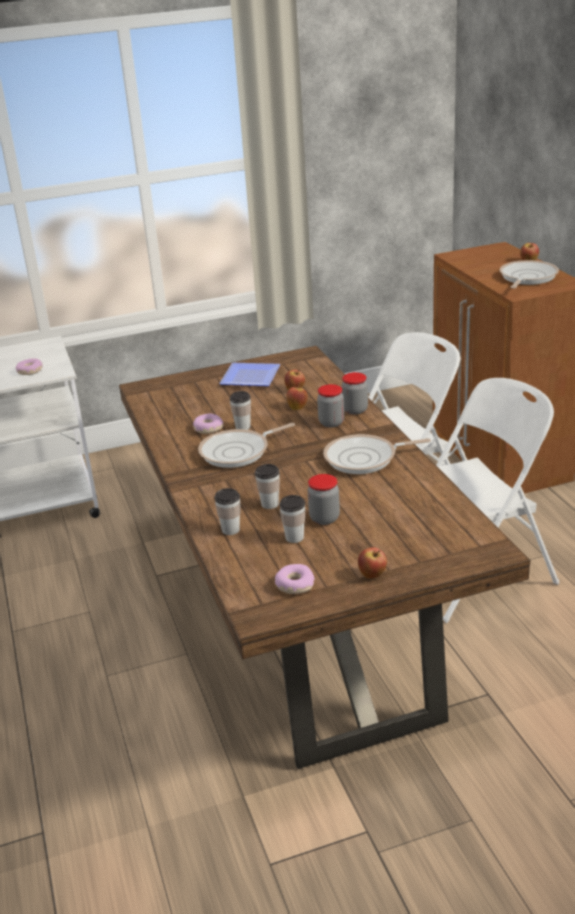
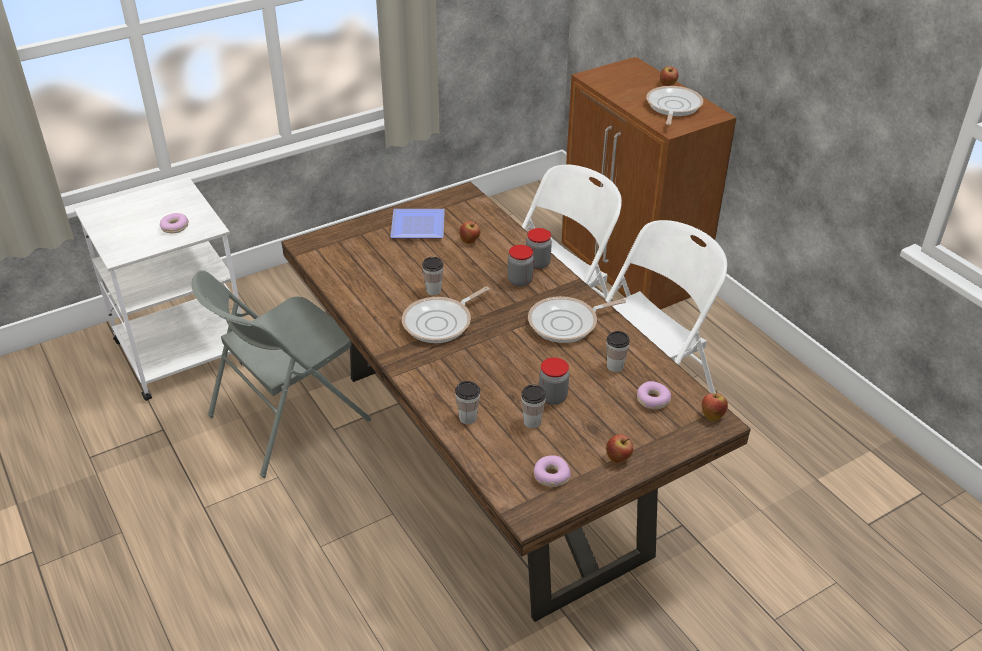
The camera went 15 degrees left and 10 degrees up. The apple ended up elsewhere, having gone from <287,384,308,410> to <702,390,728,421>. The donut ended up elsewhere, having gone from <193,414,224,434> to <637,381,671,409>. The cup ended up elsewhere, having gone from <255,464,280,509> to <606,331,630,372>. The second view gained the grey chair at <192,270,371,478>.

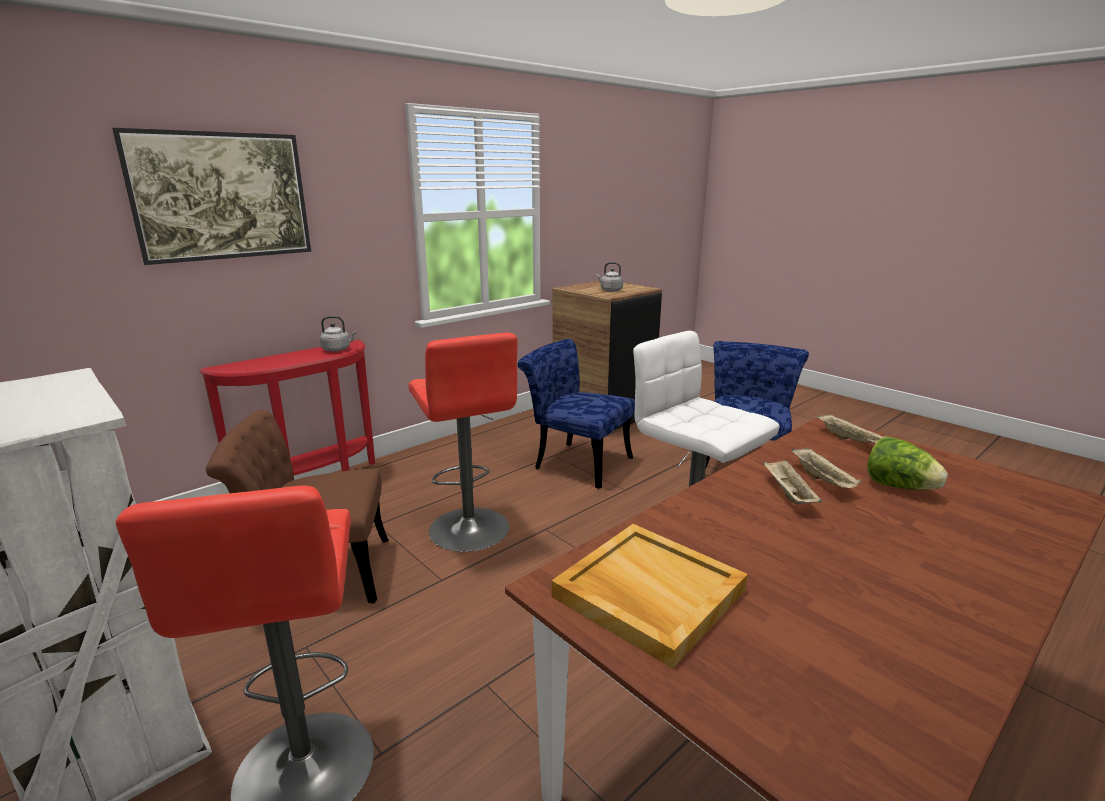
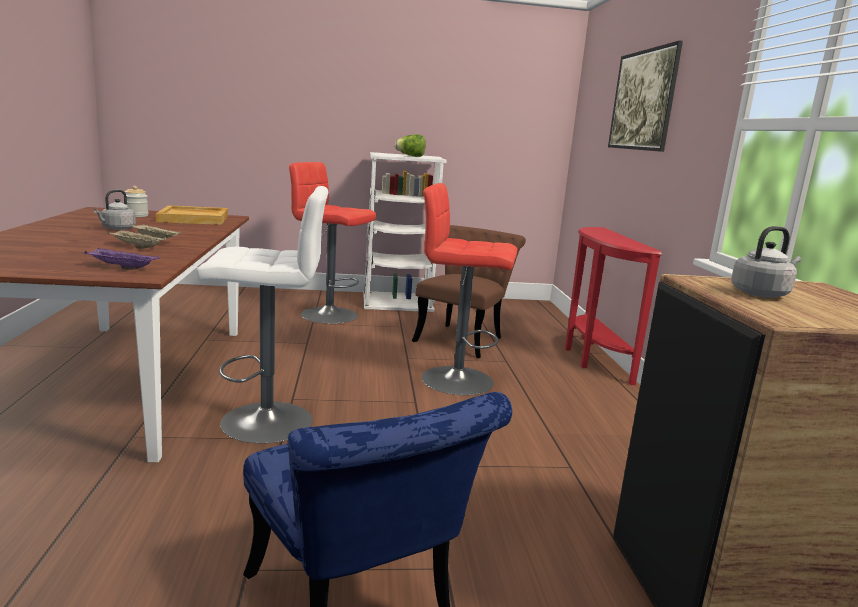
The camera went 125 degrees right and 5 degrees down. The grey kettle ended up elsewhere, having gone from <320,316,357,352> to <94,190,136,230>. The second view lost the blue chair at <518,339,635,489>. What was the beige tray at <817,414,887,444> turned into the purple tray at <84,247,160,270>. The lettuce ended up elsewhere, having gone from <867,437,948,490> to <395,134,426,157>. The second view gained the jar at <123,186,148,217>.

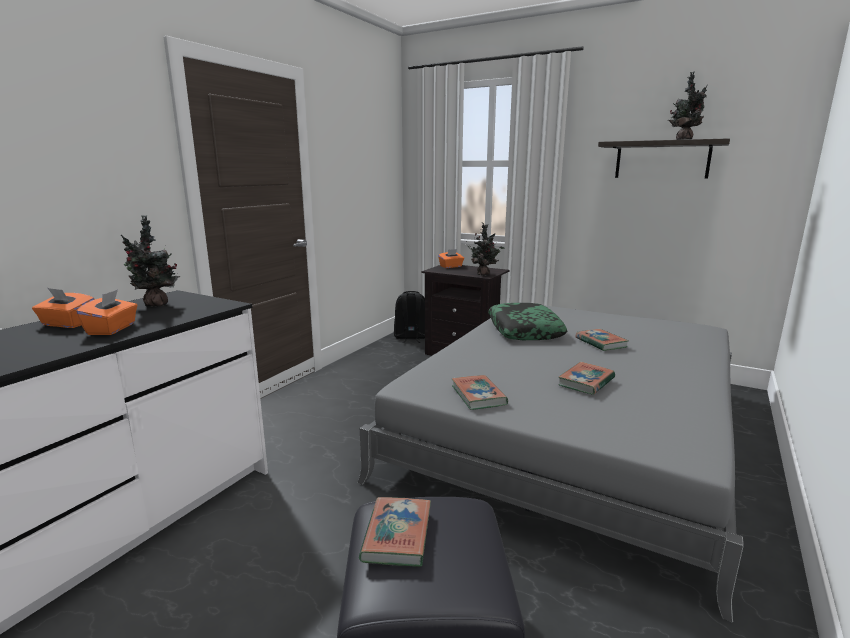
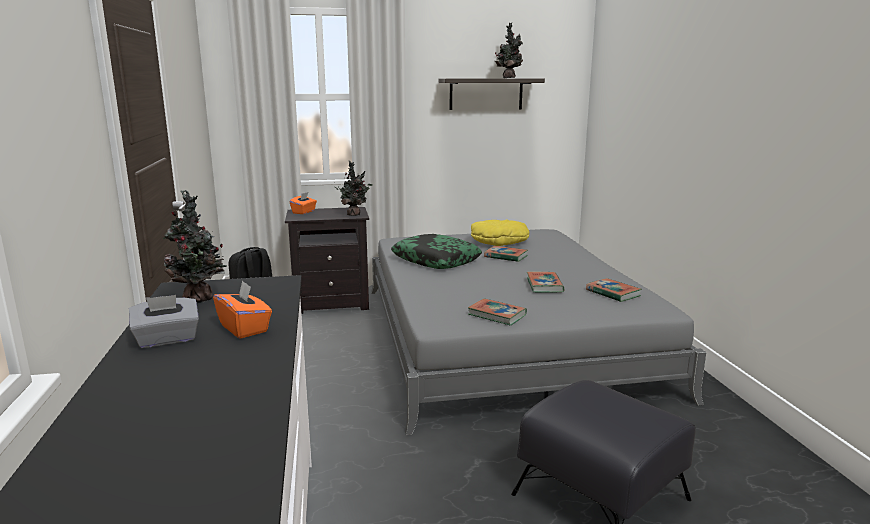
The camera went 40 degrees left and 0 degrees up. What was the orange tissue box at <32,288,95,328> turned into the grey tissue box at <129,295,199,348>. The book ended up elsewhere, having gone from <359,497,431,567> to <586,278,642,302>. The second view gained the yellow pillow at <471,220,529,246>.

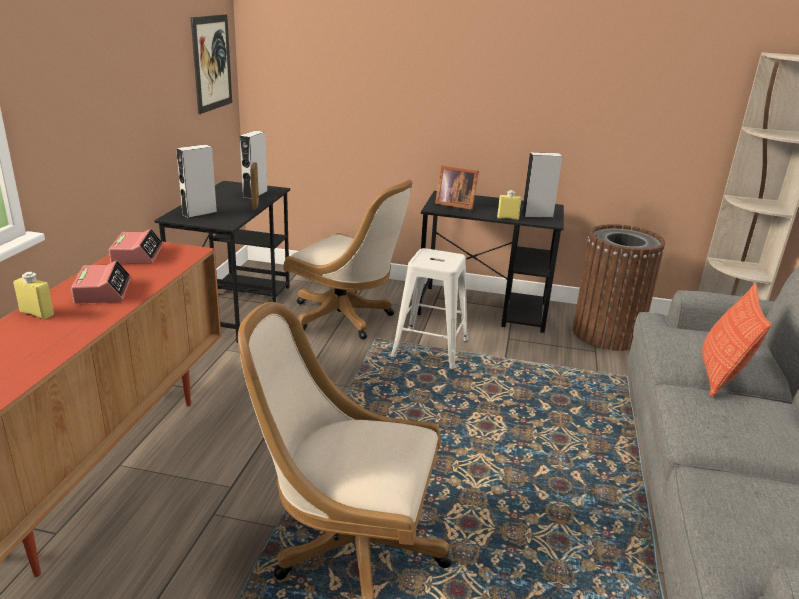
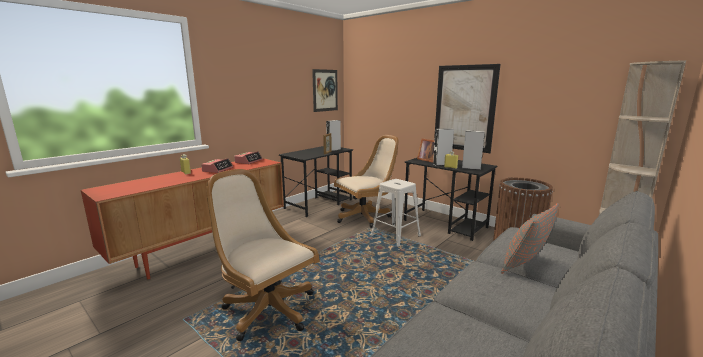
The camera went 30 degrees right and 10 degrees down. The grey speaker ended up elsewhere, having gone from <176,144,217,218> to <433,128,454,166>. The office chair at <283,180,412,339> ended up facing another way, 90 degrees counterclockwise from before. What was the orange pillow at <701,284,772,397> turned into the grey pillow at <501,203,559,274>. The second view gained the picture at <434,64,500,153>.

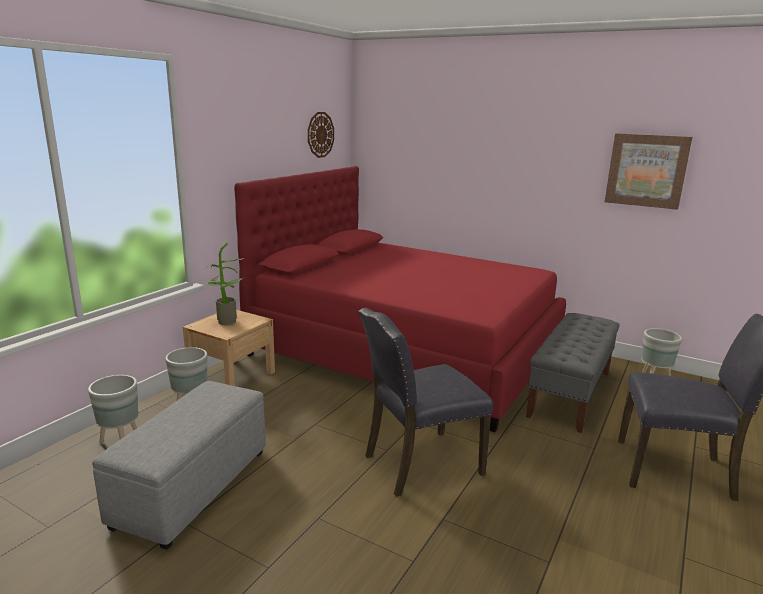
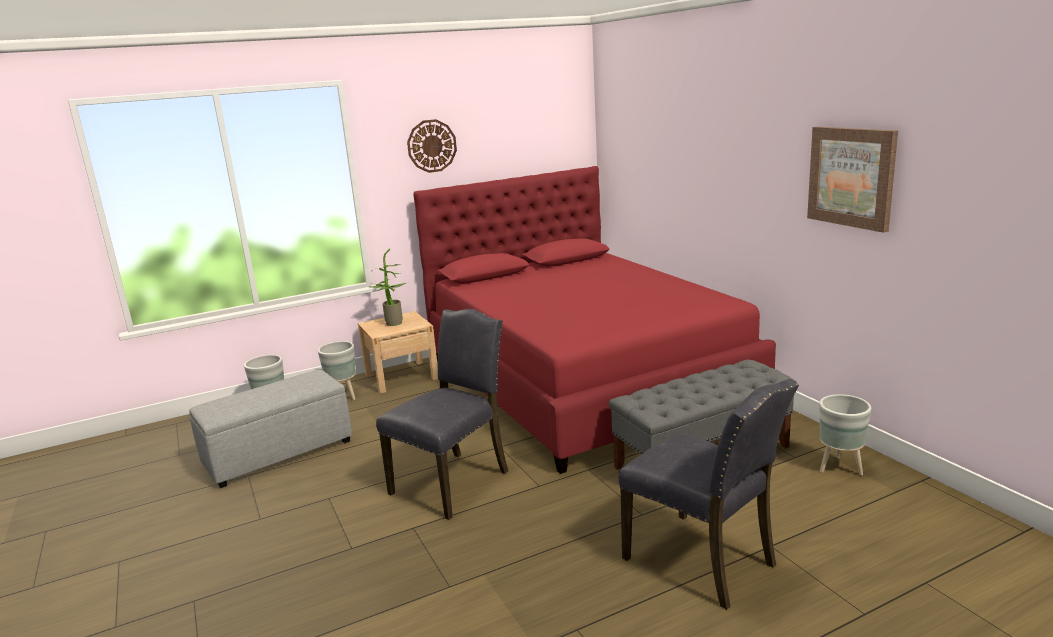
The camera went 35 degrees right and 0 degrees up. The wall clock ended up elsewhere, having gone from <308,112,334,158> to <407,119,457,173>. The grey chair at <358,308,494,497> ended up facing another way, 120 degrees clockwise from before.

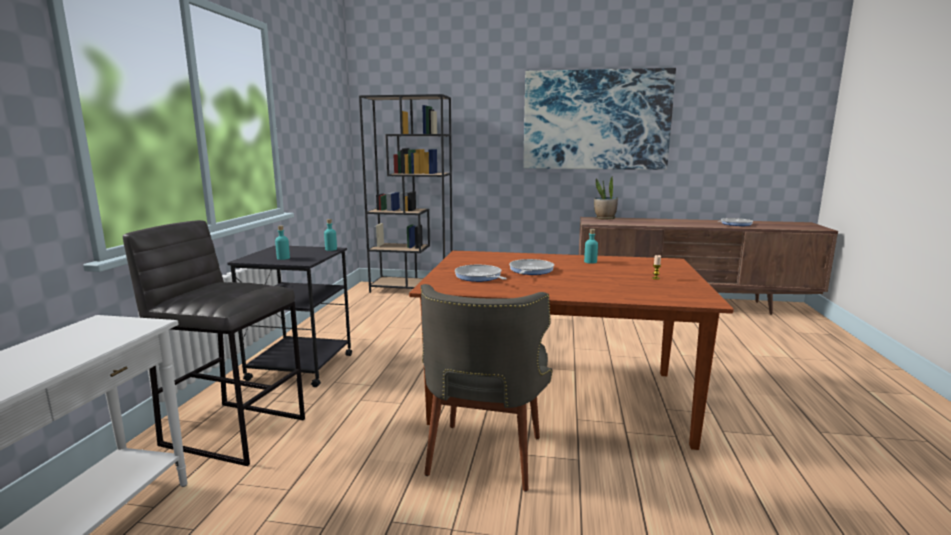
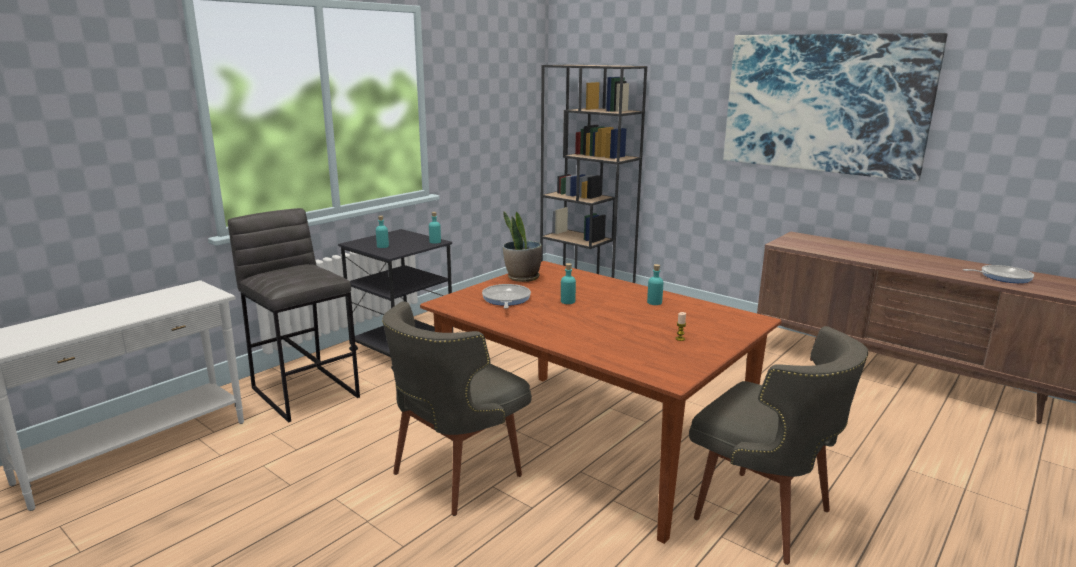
The camera went 30 degrees right and 5 degrees up. The potted plant ended up elsewhere, having gone from <594,177,618,220> to <503,211,542,282>. Where the frying pan stood at <509,259,554,275>, the turquoise bottle came to stand at <561,263,576,304>. The second view gained the grey chair at <689,326,868,565>.

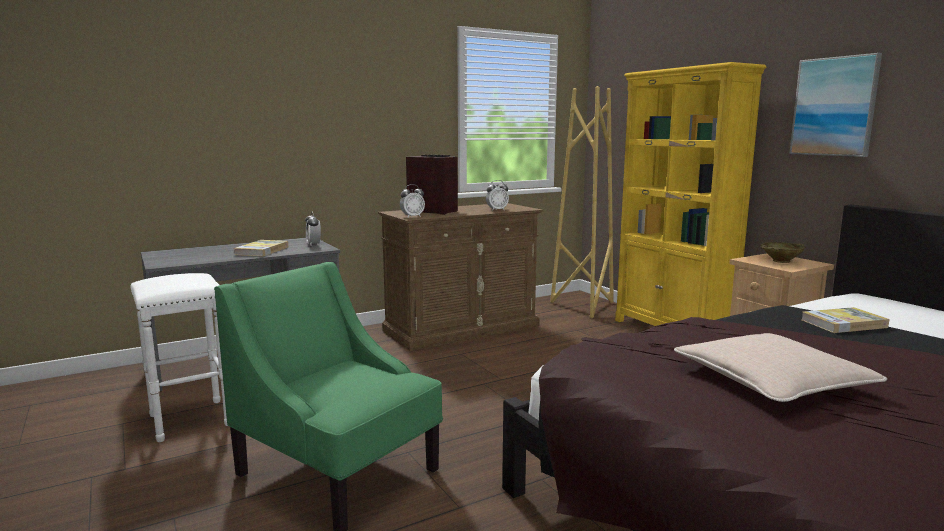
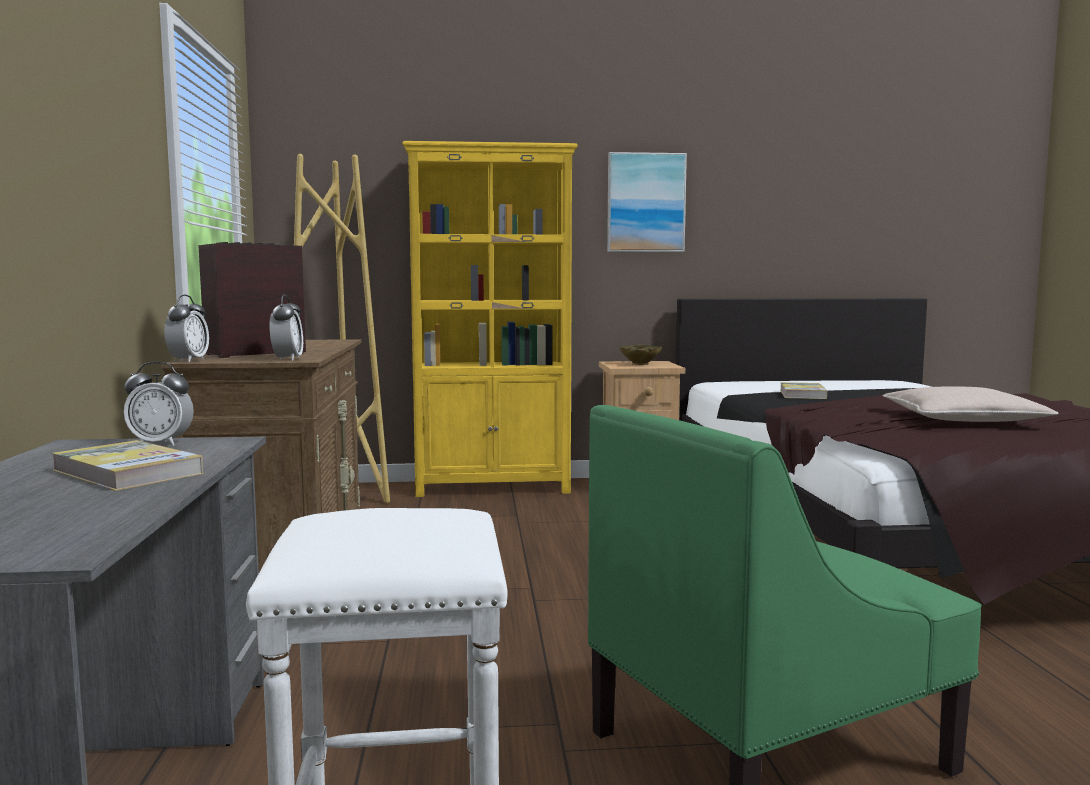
The camera went 65 degrees left and 5 degrees down. The alarm clock ended up elsewhere, having gone from <486,180,509,211> to <164,295,209,362>.

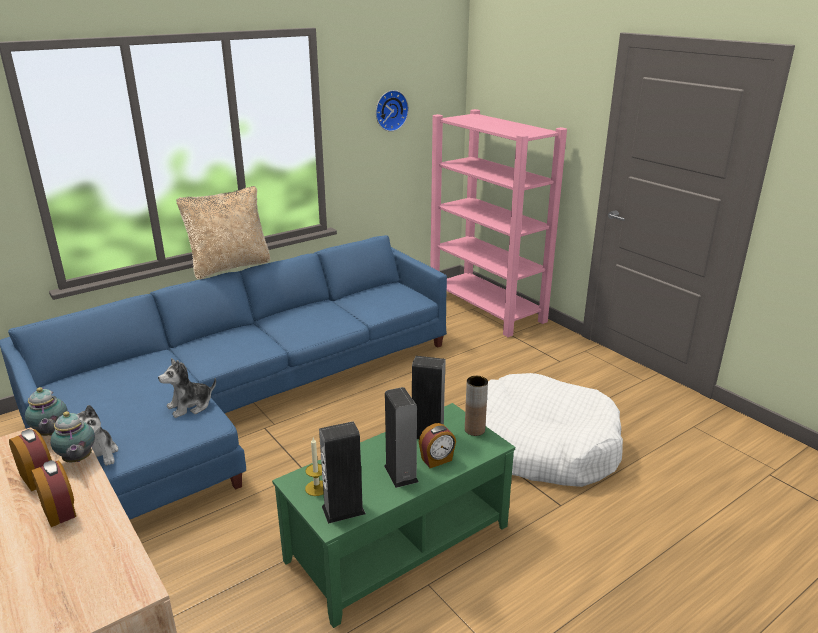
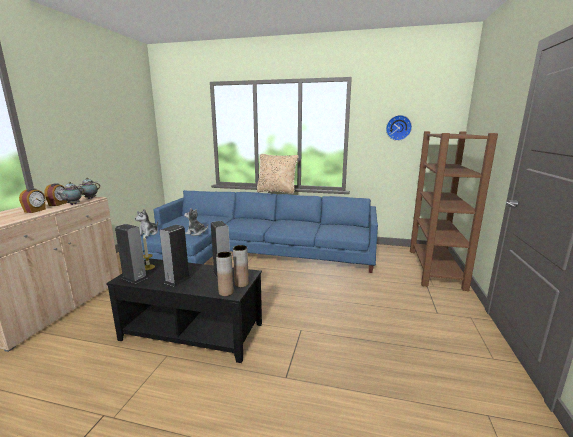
The camera went 50 degrees right and 10 degrees down. What was the pink bookcase at <430,109,567,337> turned into the brown bookcase at <410,131,498,291>. The second view lost the white dog bed at <486,373,623,487>. What was the green coffee table at <272,403,515,628> turned into the black coffee table at <106,258,262,363>. The second view lost the alarm clock at <419,423,456,468>. The second view gained the brown vase at <216,252,234,296>.

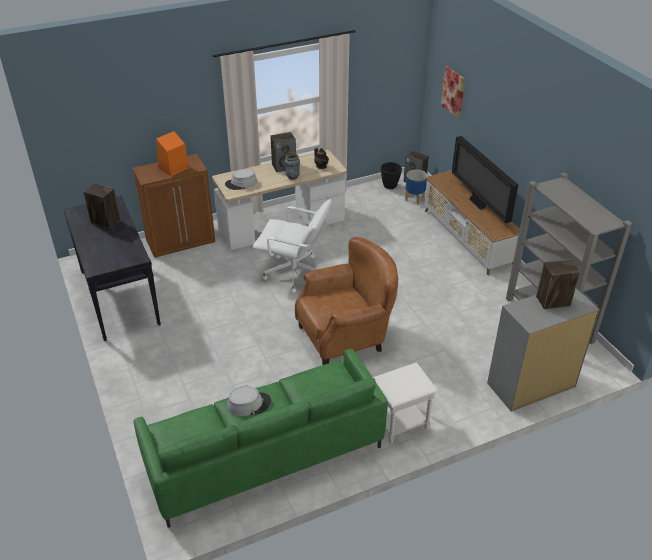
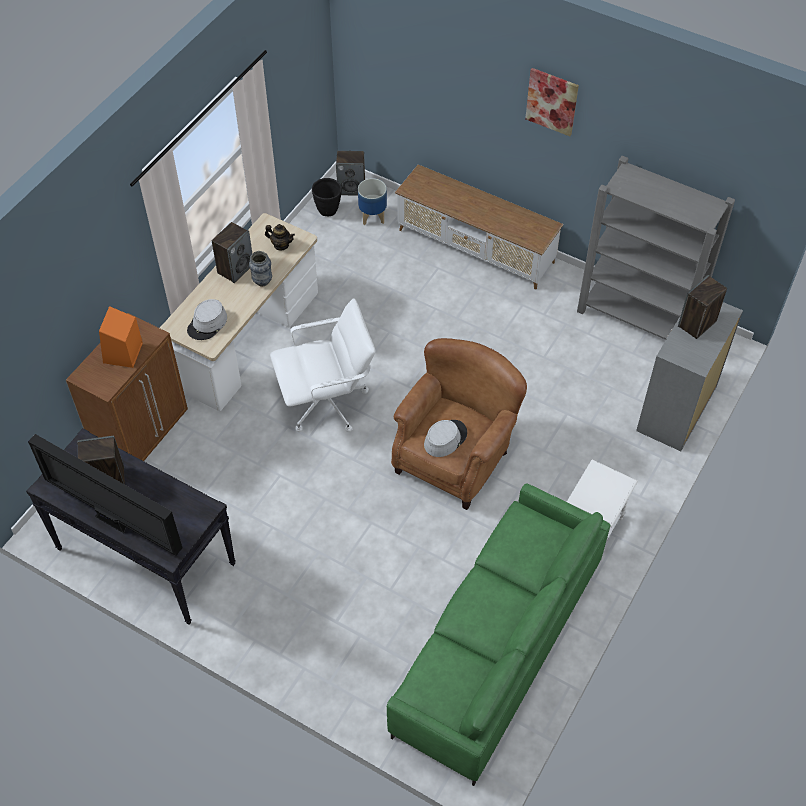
The camera went 35 degrees left and 15 degrees up. The picture ended up elsewhere, having gone from <441,66,465,119> to <525,68,579,136>. The television ended up elsewhere, having gone from <452,136,518,223> to <28,434,182,556>. The grey hat ended up elsewhere, having gone from <227,386,271,416> to <424,420,467,457>.

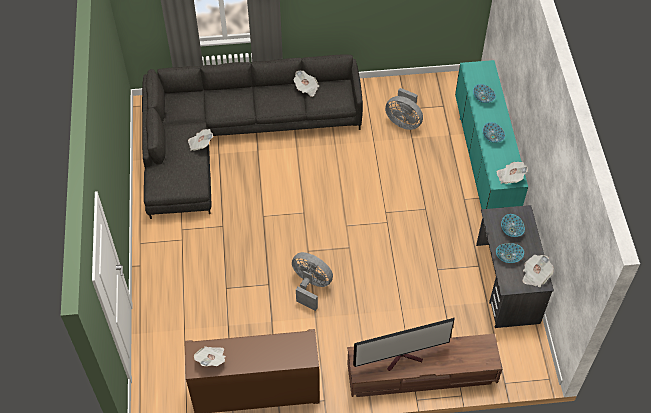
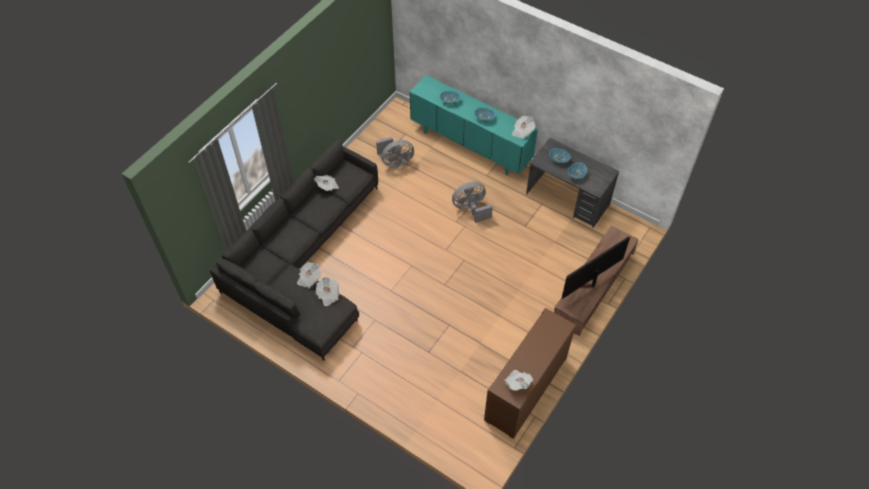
The camera went 50 degrees left and 0 degrees up. The grey fan ended up elsewhere, having gone from <292,252,333,311> to <452,181,493,223>. The newspaper ended up elsewhere, having gone from <523,255,554,287> to <315,277,339,306>. The television at <353,318,455,371> ended up facing another way, 150 degrees counterclockwise from before.

